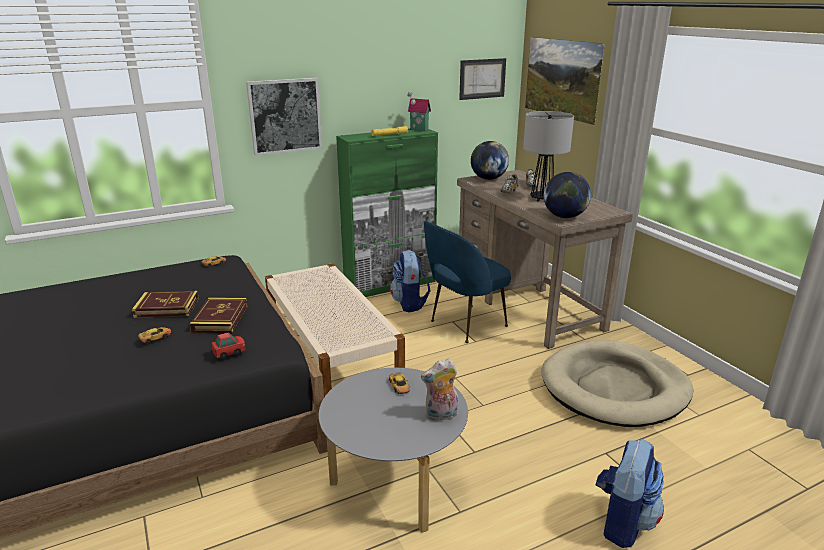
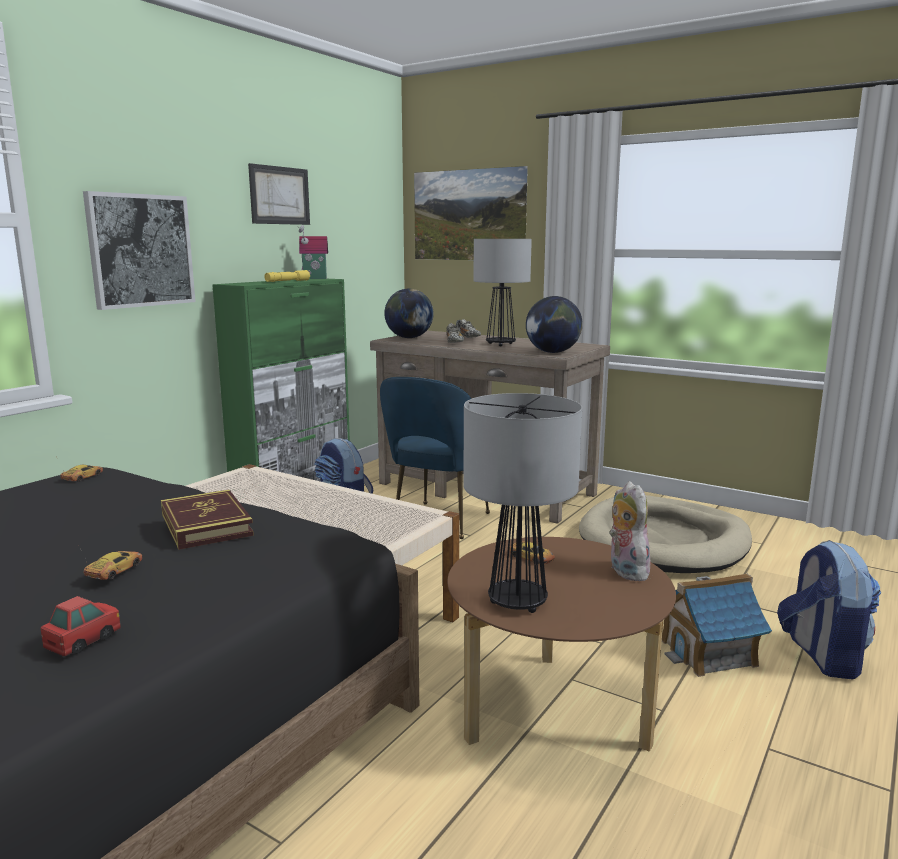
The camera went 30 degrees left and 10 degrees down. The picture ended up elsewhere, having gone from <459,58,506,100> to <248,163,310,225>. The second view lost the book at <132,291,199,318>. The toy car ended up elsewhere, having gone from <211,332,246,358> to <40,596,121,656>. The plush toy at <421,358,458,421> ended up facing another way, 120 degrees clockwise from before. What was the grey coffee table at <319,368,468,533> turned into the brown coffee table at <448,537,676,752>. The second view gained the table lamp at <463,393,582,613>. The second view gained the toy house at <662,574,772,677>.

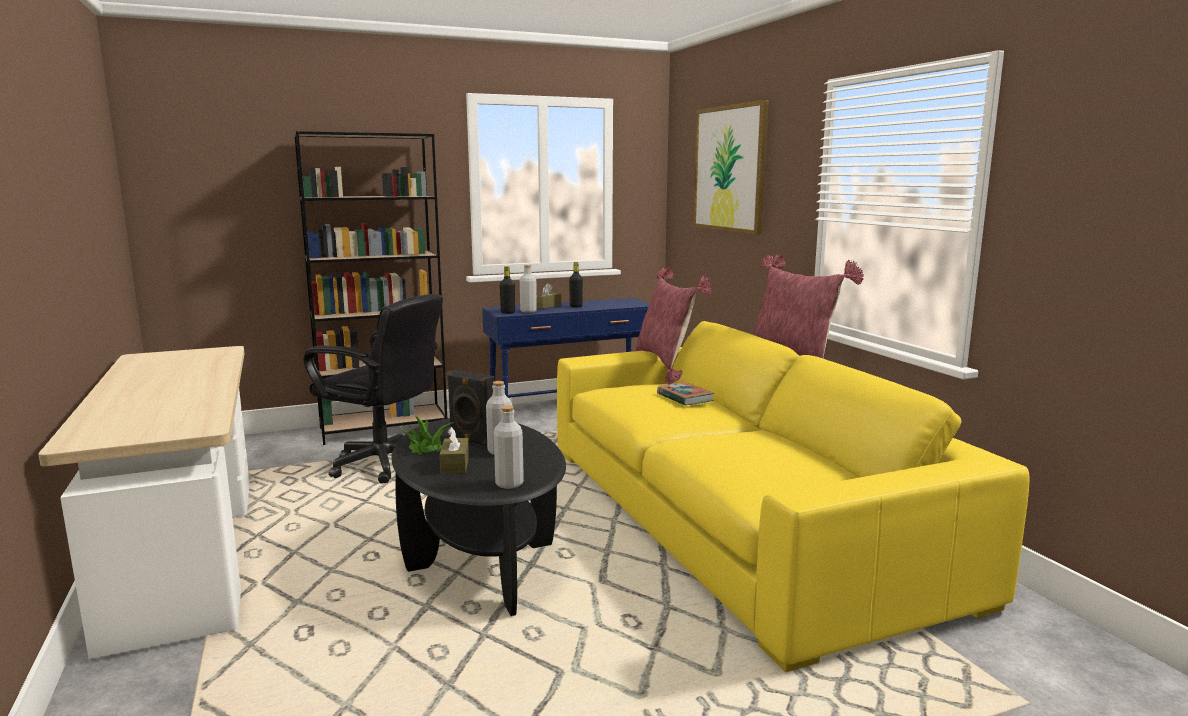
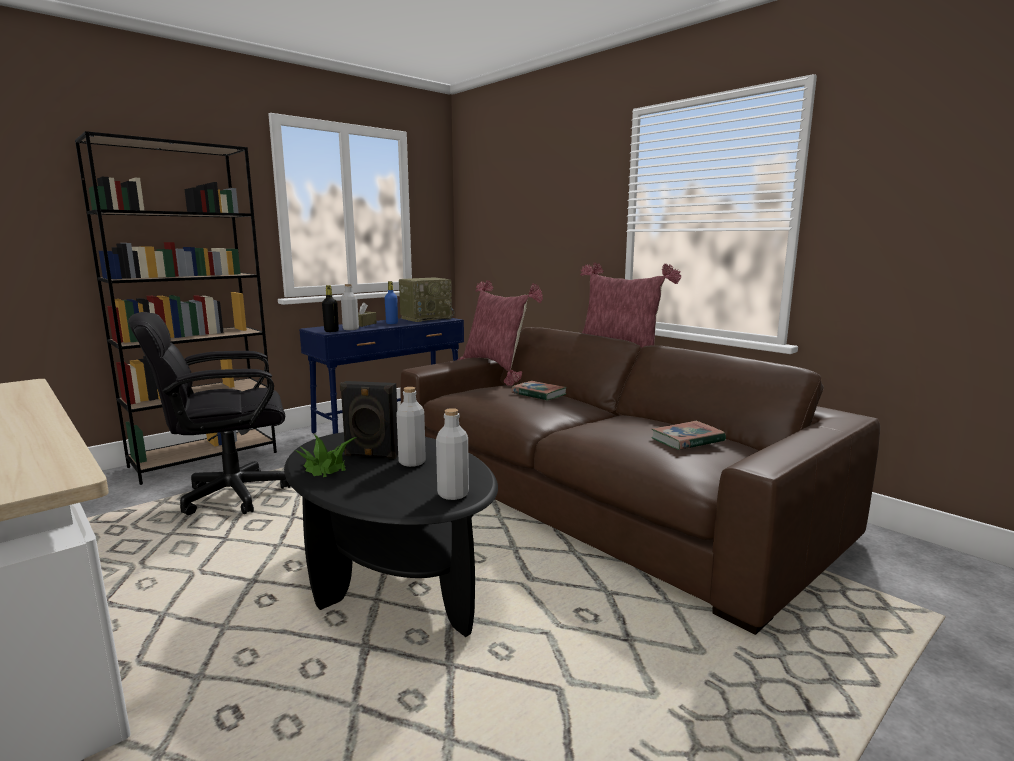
The camera went 20 degrees left and 0 degrees up. The second view lost the picture at <693,100,769,235>. What was the black bottle at <569,262,583,307> turned into the blue bottle at <385,281,398,324>. The black office chair at <303,294,443,484> ended up facing another way, 150 degrees clockwise from before. What was the yellow sofa at <557,321,1029,672> turned into the brown sofa at <400,327,880,635>. The second view lost the brown tissue box at <440,427,469,474>. The second view gained the radio at <399,278,454,322>. The second view gained the book at <651,421,726,450>.

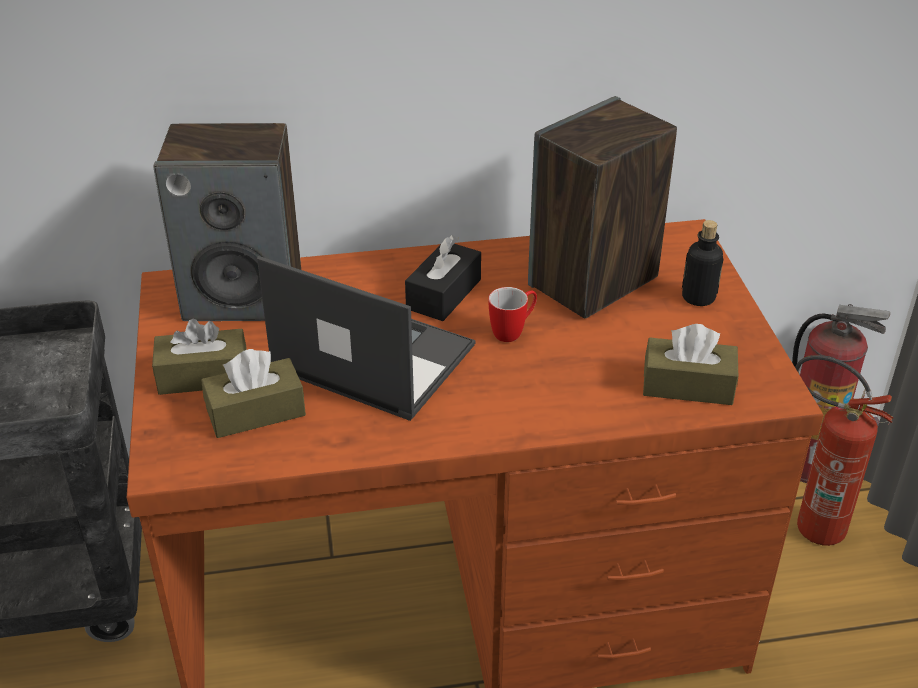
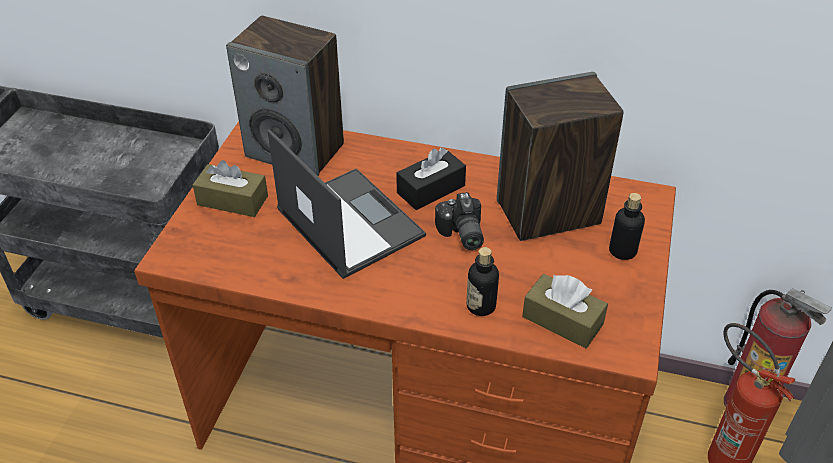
The camera went 25 degrees right and 5 degrees up. Where the mug stood at <488,287,537,342>, the photo camera came to stand at <435,192,484,250>. The second view lost the brown tissue box at <201,349,306,438>. The second view gained the bottle at <466,247,499,316>.

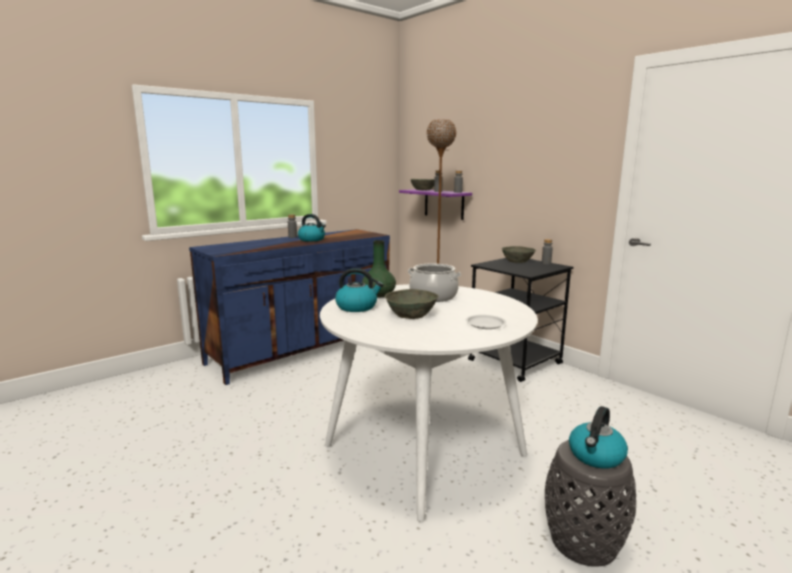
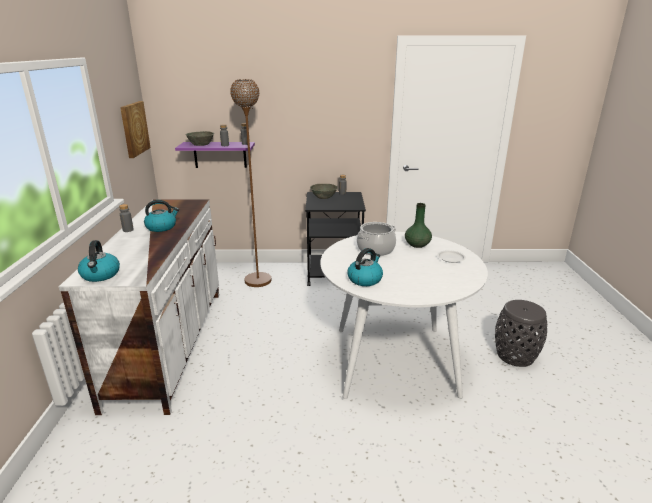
The camera went 50 degrees left and 10 degrees up. What was the blue cabinet at <189,229,390,385> turned into the white cabinet at <59,200,219,415>. The green vase ended up elsewhere, having gone from <362,240,396,298> to <405,203,432,248>. The second view lost the grey bowl at <385,289,439,319>. The kettle ended up elsewhere, having gone from <569,406,628,469> to <78,240,120,282>. The second view gained the picture at <120,101,151,158>.

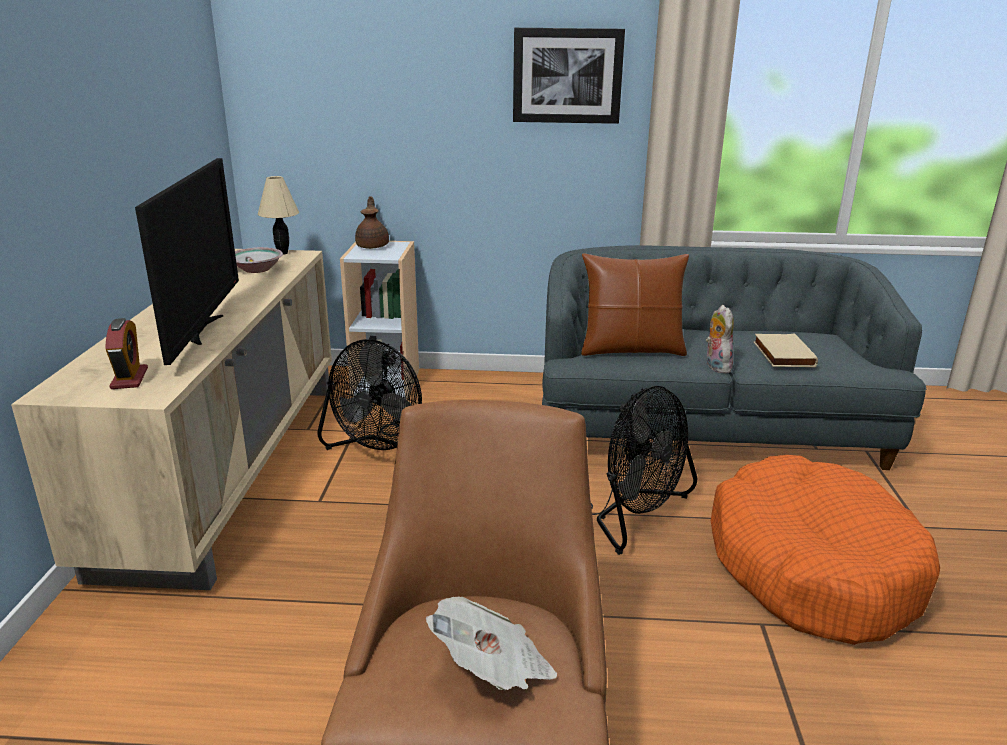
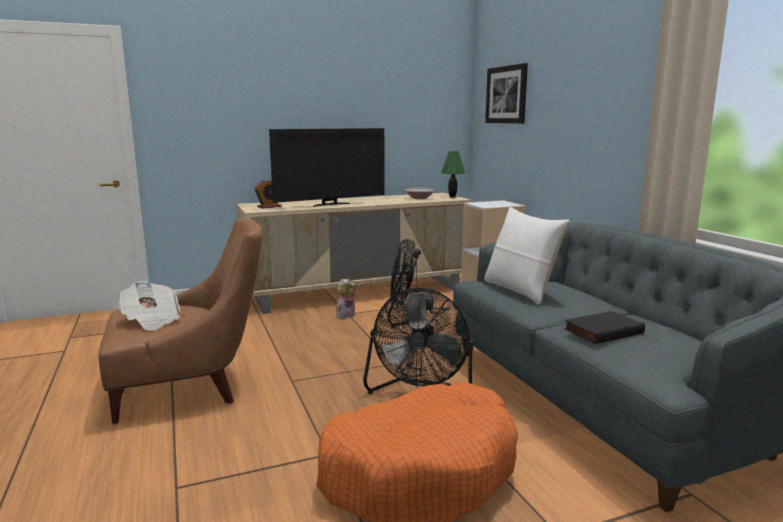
The camera went 65 degrees right and 10 degrees down. The picture ended up elsewhere, having gone from <513,28,625,124> to <485,63,528,124>. What was the beige table lamp at <258,176,299,255> turned into the green table lamp at <441,151,465,198>. The second view lost the brown teapot at <355,196,389,249>. What was the brown pillow at <581,254,689,356> turned into the white pillow at <484,207,569,305>. The plush toy ended up elsewhere, having gone from <706,305,734,373> to <336,278,357,318>. What was the beige book at <754,334,818,367> turned into the black book at <564,311,645,344>.

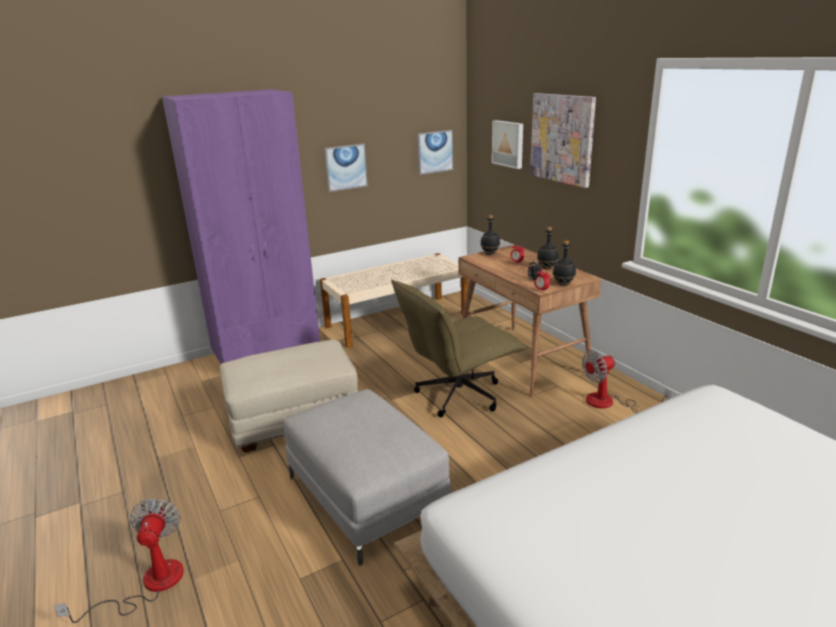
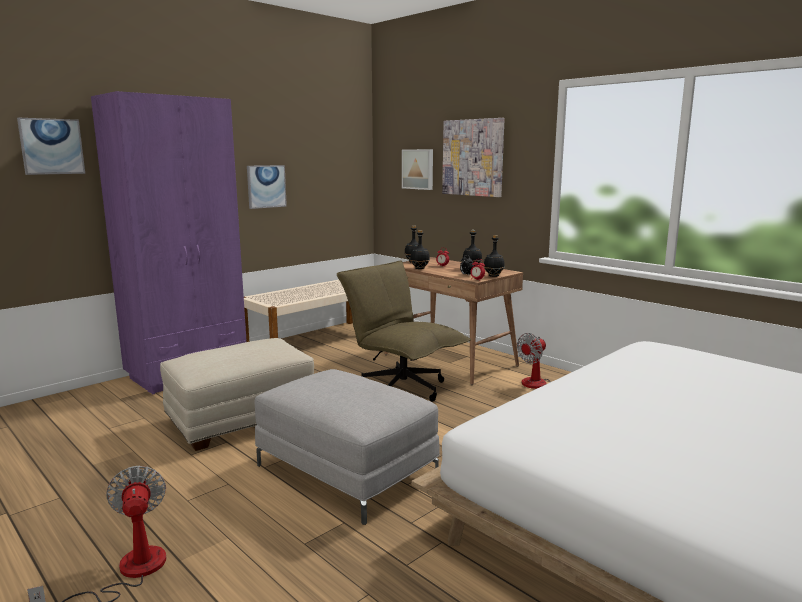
The camera went 15 degrees left and 10 degrees down. The picture ended up elsewhere, having gone from <417,130,453,175> to <17,118,85,175>. The beige office chair at <391,280,529,417> ended up facing another way, 90 degrees clockwise from before. The second view gained the black bottle at <410,230,430,269>.

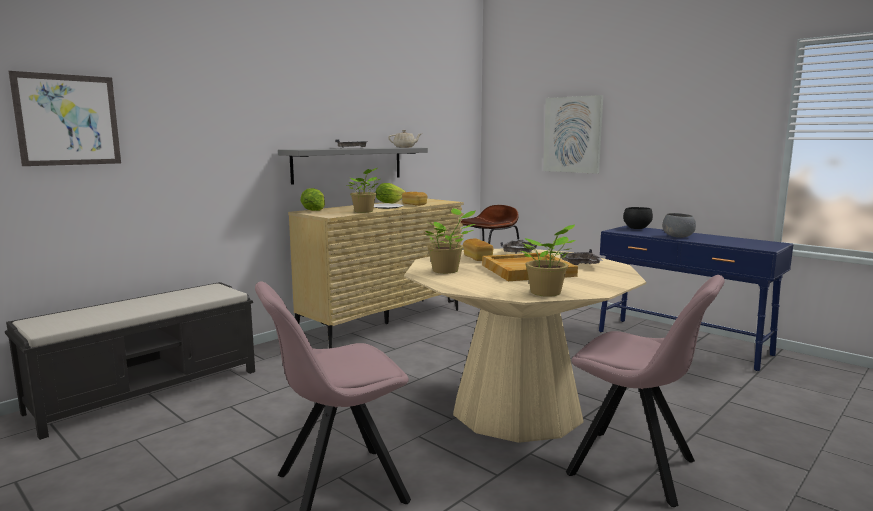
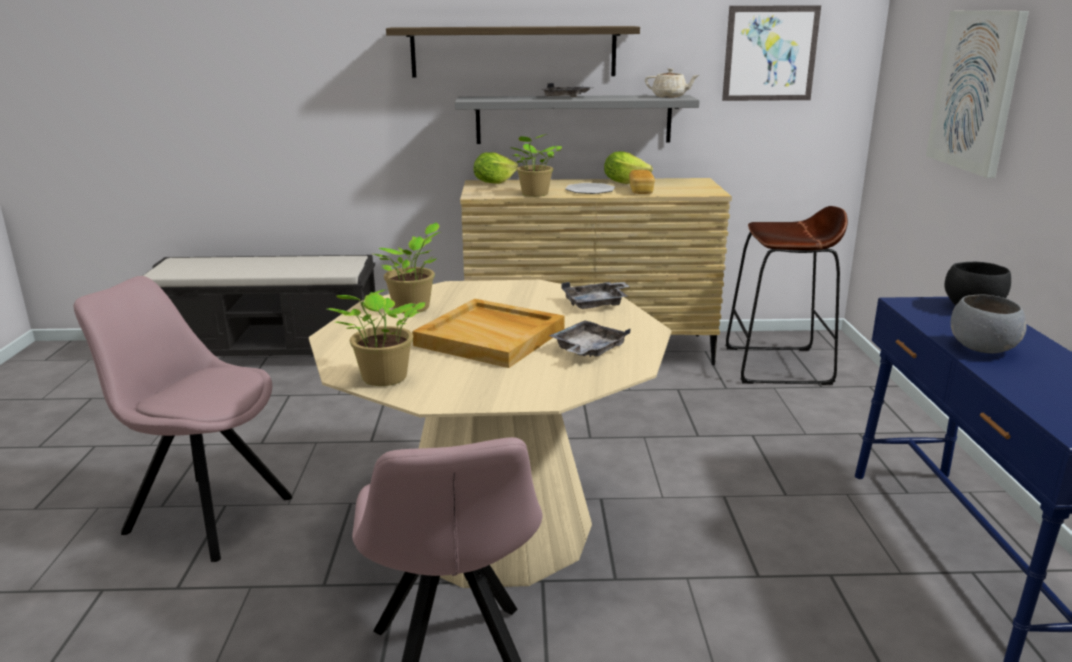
The camera went 45 degrees right and 10 degrees up. The picture ended up elsewhere, having gone from <9,71,121,166> to <722,5,821,101>. The second view lost the bread at <463,239,494,261>. The second view gained the shelf at <386,26,640,78>.

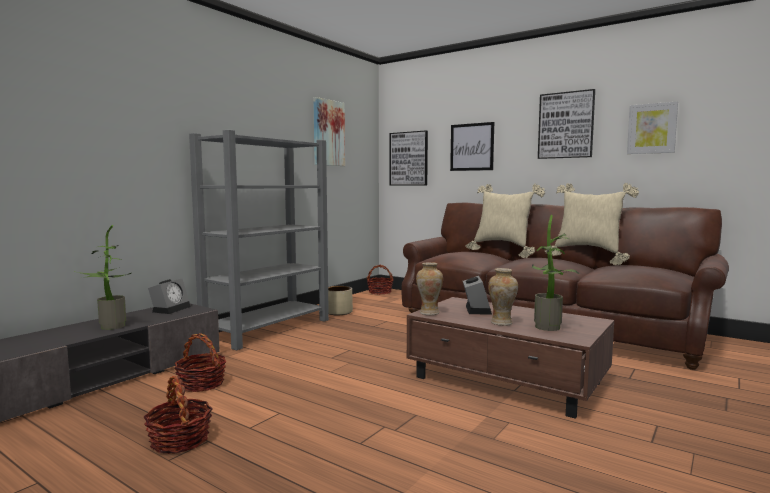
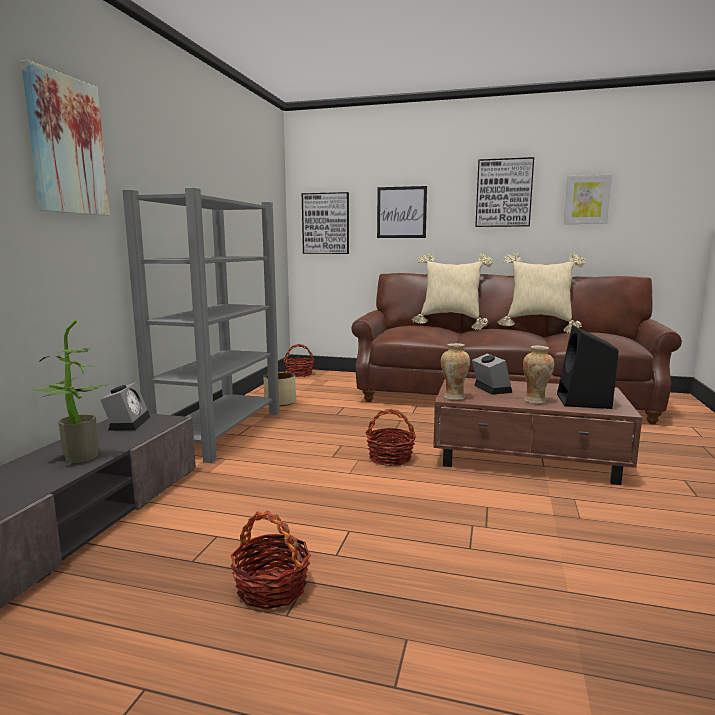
The camera went 20 degrees left and 5 degrees up. The picture ended up elsewhere, having gone from <313,97,345,166> to <21,60,110,216>. Where the potted plant stood at <532,215,580,331>, the black speaker came to stand at <557,325,619,409>. The basket ended up elsewhere, having gone from <174,333,226,392> to <365,409,416,466>.

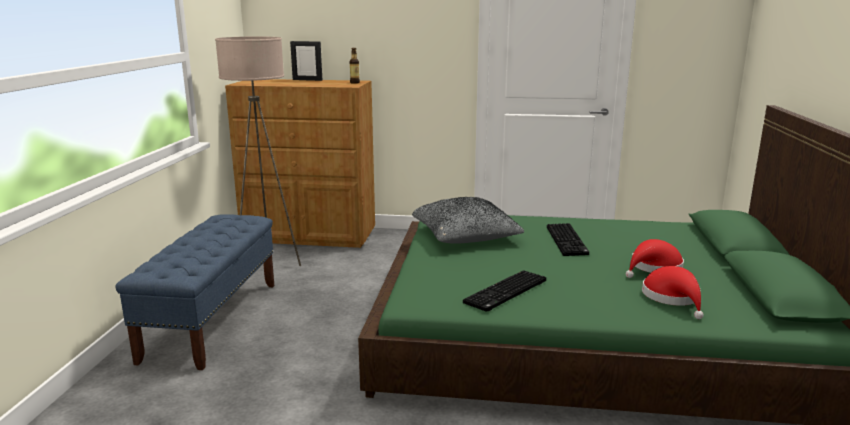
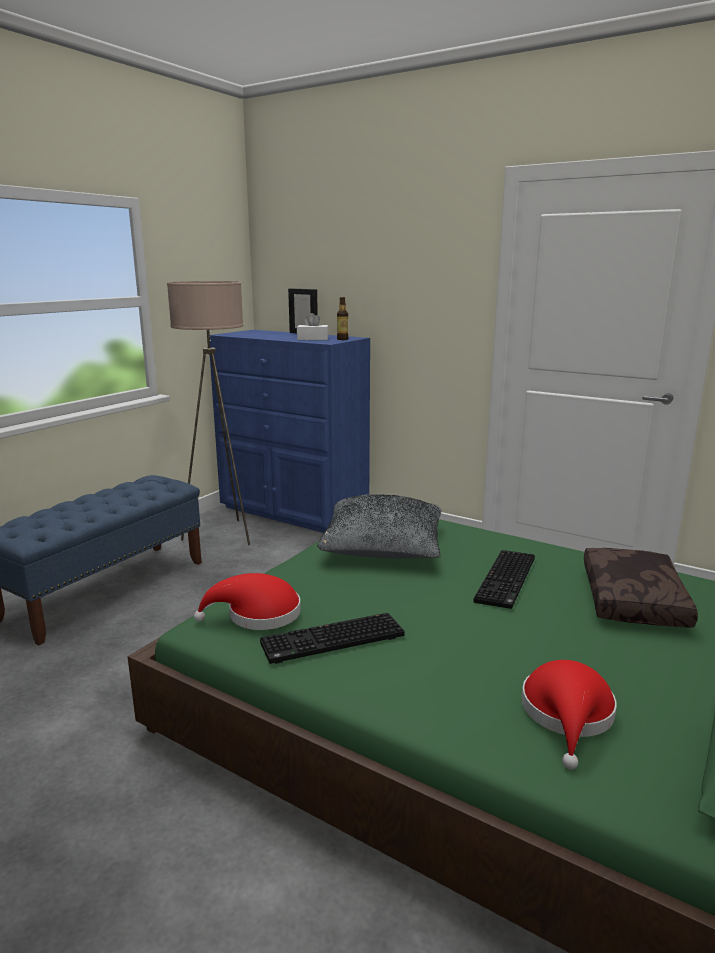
The camera went 25 degrees right and 0 degrees up. What was the brown dresser at <225,79,375,248> turned into the blue dresser at <209,330,370,533>. The red hat ended up elsewhere, having gone from <626,239,684,278> to <194,573,301,630>. The second view gained the white tissue box at <297,313,328,340>. The second view gained the brown pillow at <584,548,698,628>.

